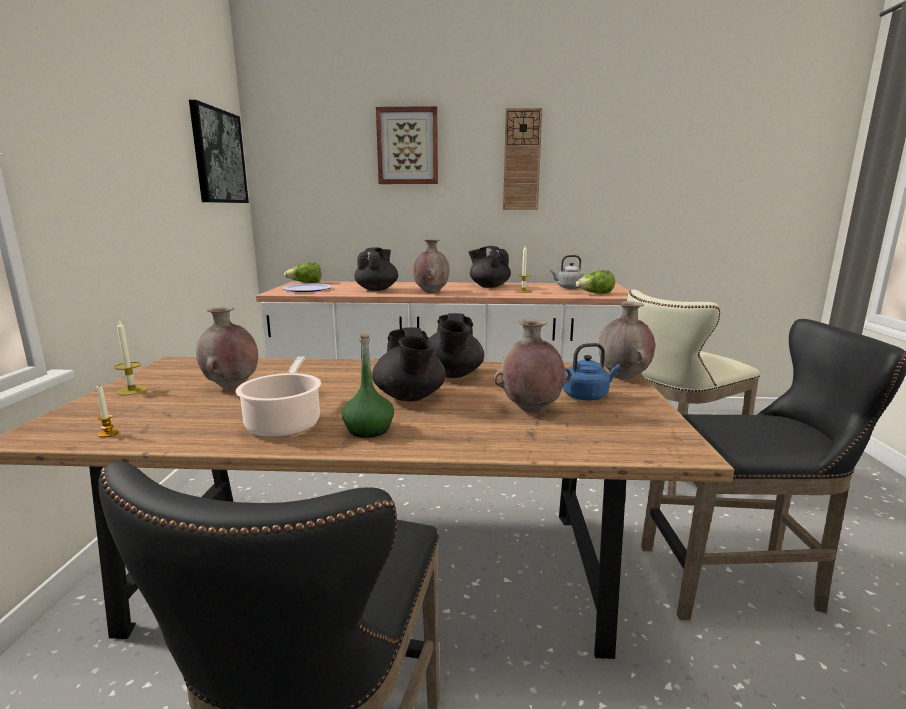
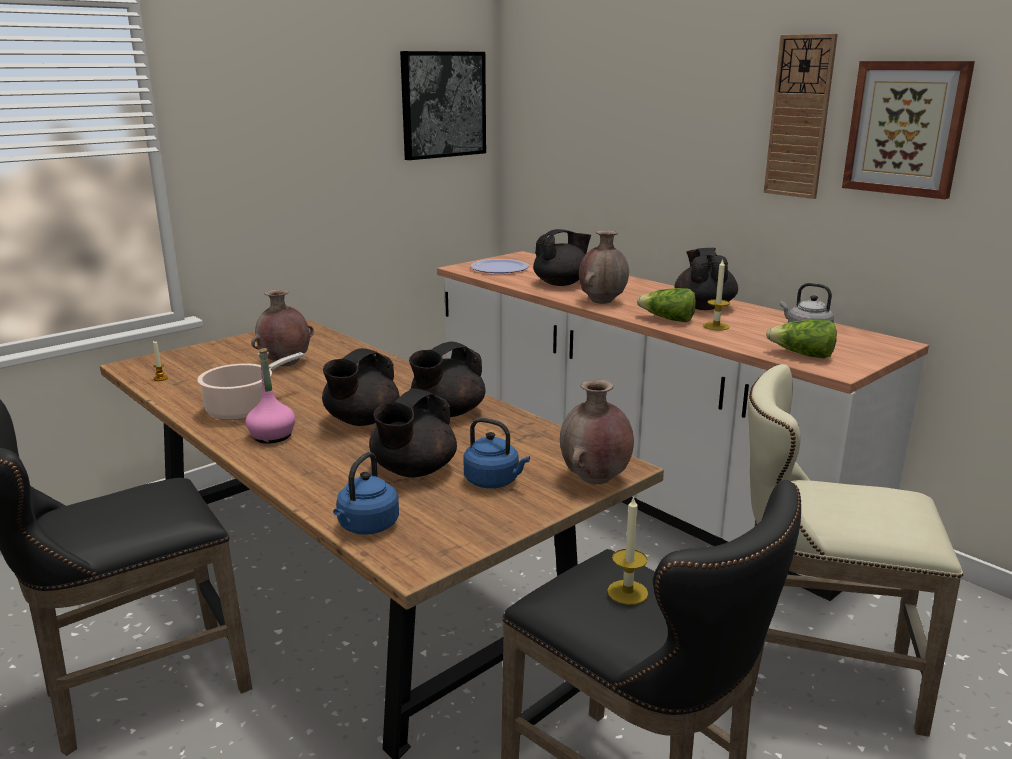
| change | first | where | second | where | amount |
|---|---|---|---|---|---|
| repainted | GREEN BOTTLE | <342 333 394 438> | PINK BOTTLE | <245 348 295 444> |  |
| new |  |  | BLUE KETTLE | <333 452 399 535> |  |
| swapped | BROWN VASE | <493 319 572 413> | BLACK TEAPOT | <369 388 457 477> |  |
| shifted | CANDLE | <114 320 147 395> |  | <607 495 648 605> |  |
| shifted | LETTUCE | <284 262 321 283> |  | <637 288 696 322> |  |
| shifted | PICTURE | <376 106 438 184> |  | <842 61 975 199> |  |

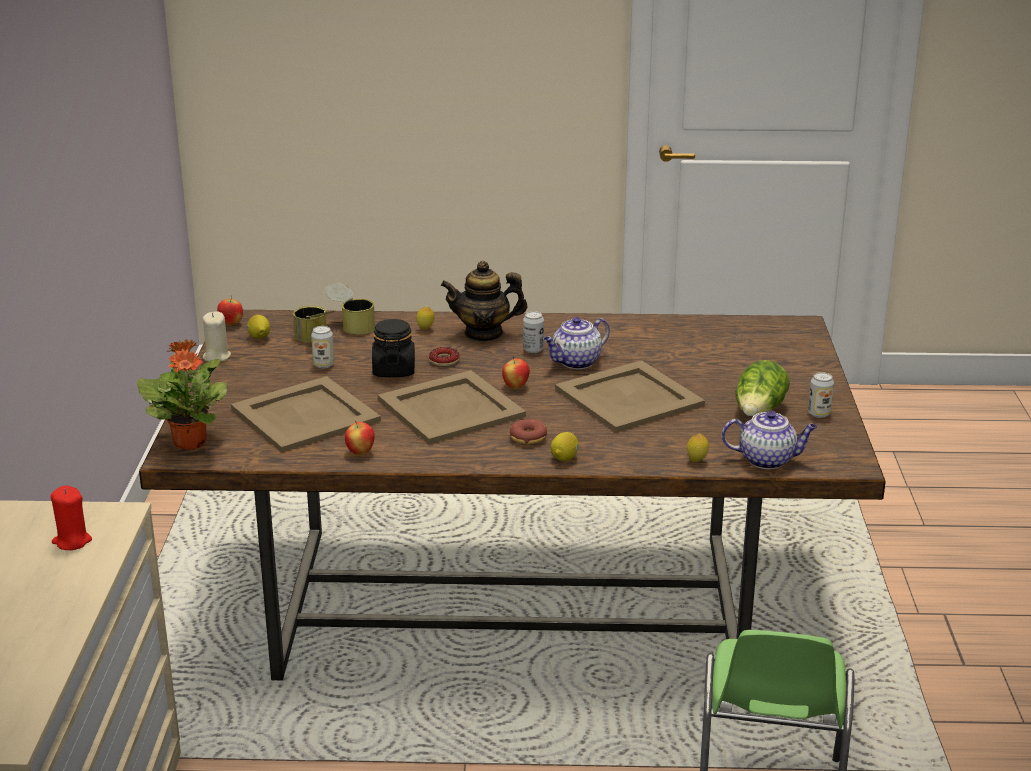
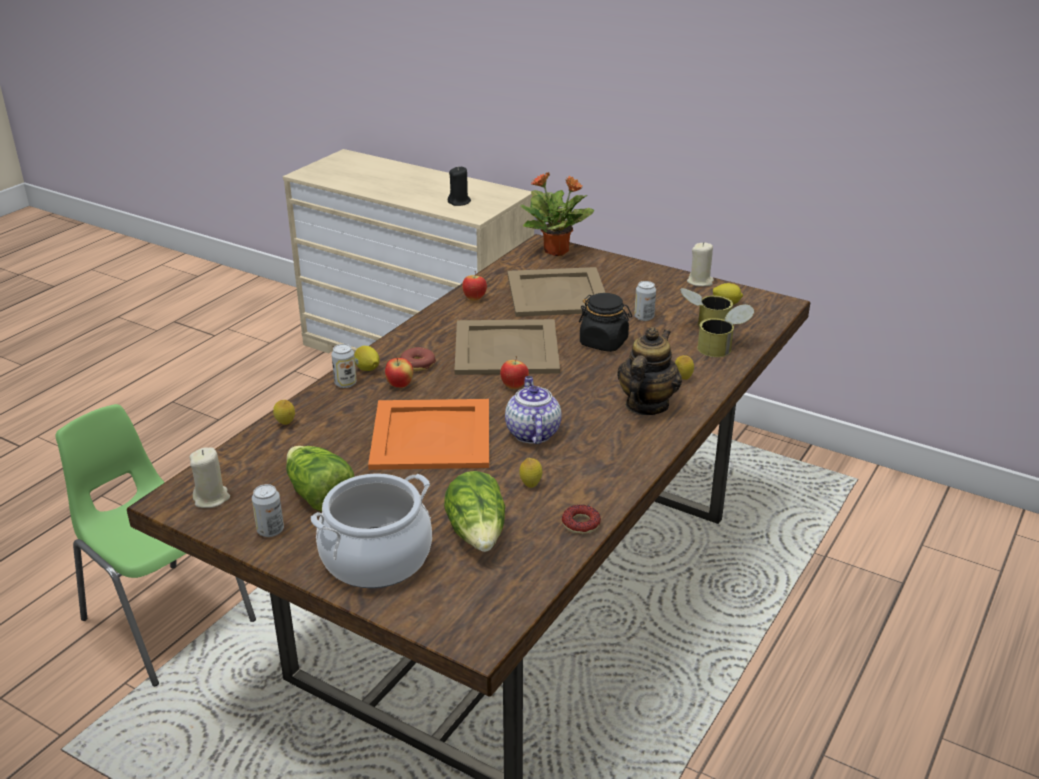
| change | first | where | second | where | amount |
|---|---|---|---|---|---|
| new |  |  | BEIGE CANDLE | <190 447 230 508> |  |
| new |  |  | COOKING POT | <311 473 432 588> |  |
| shifted | CAN | <523 311 544 353> |  | <331 344 357 388> |  |
| repainted | BEIGE TRAY | <555 360 705 432> | ORANGE TRAY | <368 399 489 470> |  |
| shifted | APPLE | <217 295 243 325> |  | <385 358 413 388> |  |
| new |  |  | LETTUCE | <444 471 505 552> |  |
| repainted | RED CANDLE | <51 486 92 550> | BLACK CANDLE | <448 166 471 206> |  |
| new |  |  | LEMON | <519 458 542 488> |  |
| shifted | DONUT | <429 347 460 366> |  | <562 505 601 534> |  |
| gone | TEAPOT | <722 411 817 469> |  |  |  |

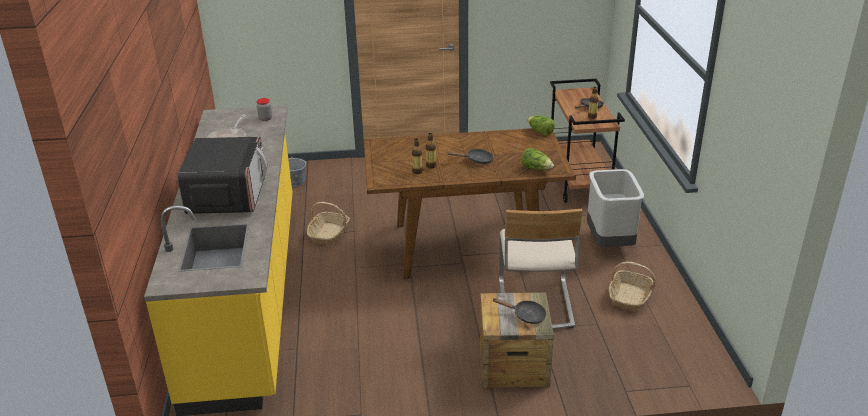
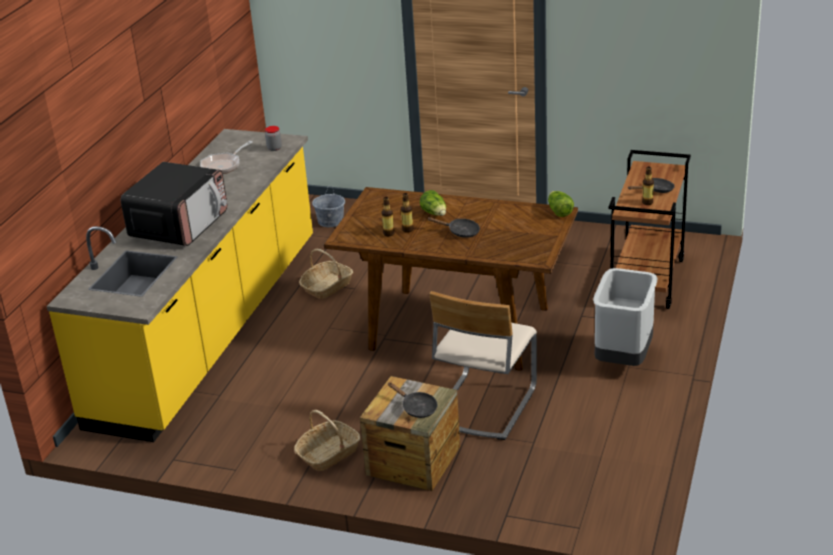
| change | first | where | second | where | amount |
|---|---|---|---|---|---|
| shifted | BASKET | <609 262 656 312> |  | <294 410 360 471> |  |
| shifted | LETTUCE | <522 148 554 170> |  | <420 190 446 216> |  |

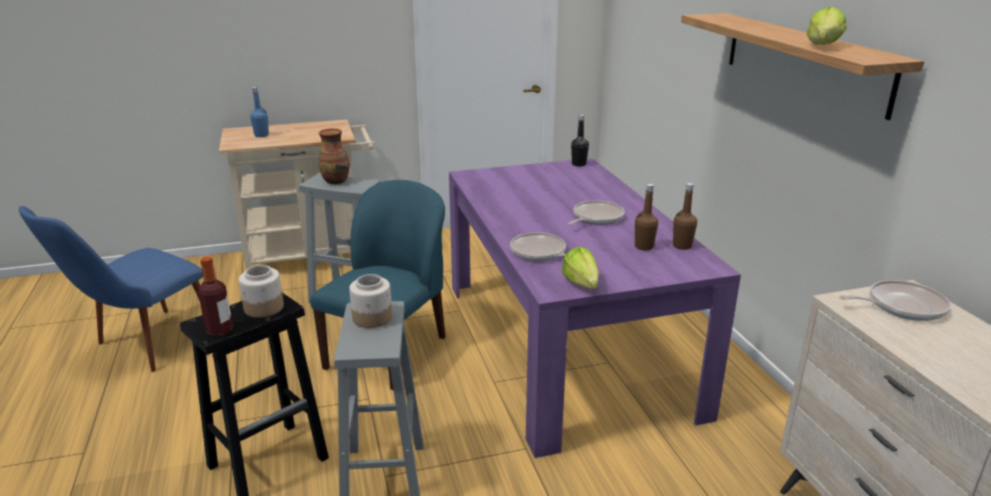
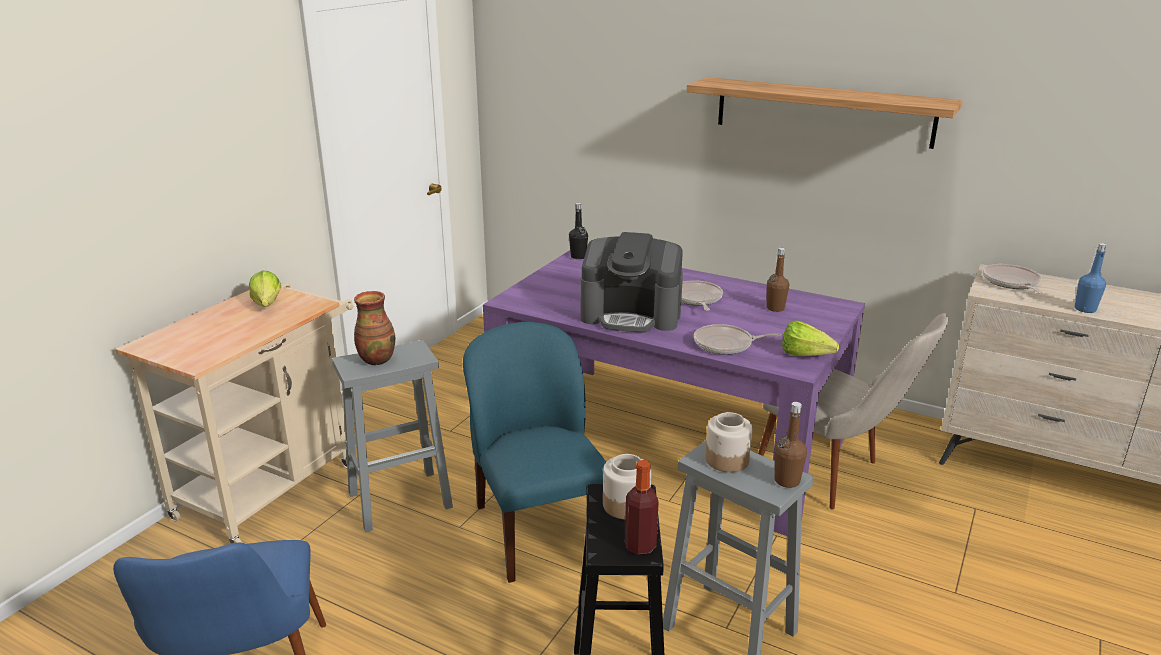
| change | first | where | second | where | amount |
|---|---|---|---|---|---|
| shifted | LETTUCE | <807 6 846 45> |  | <249 271 281 307> |  |
| new |  |  | COFFEE MACHINE | <581 232 683 333> |  |
| new |  |  | BEIGE CHAIR | <758 313 948 510> |  |
| shifted | BROWN BOTTLE | <673 183 697 250> |  | <775 402 807 488> |  |
| rotated | FRYING PAN | <839 280 951 321> |  | <982 264 1043 294> | 45 degrees counterclockwise |
| shifted | BLUE BOTTLE | <250 87 269 137> |  | <1075 243 1107 313> |  |

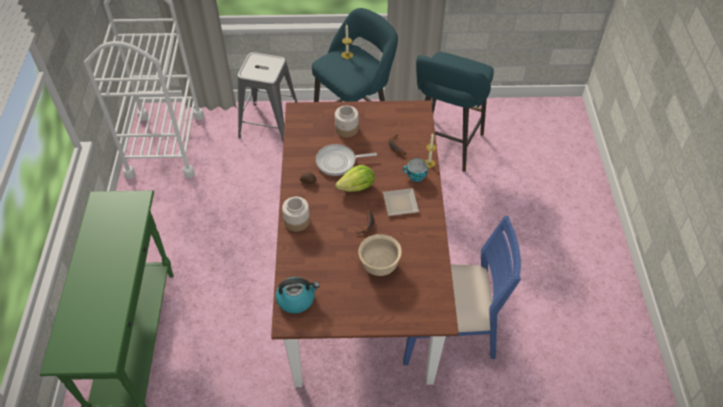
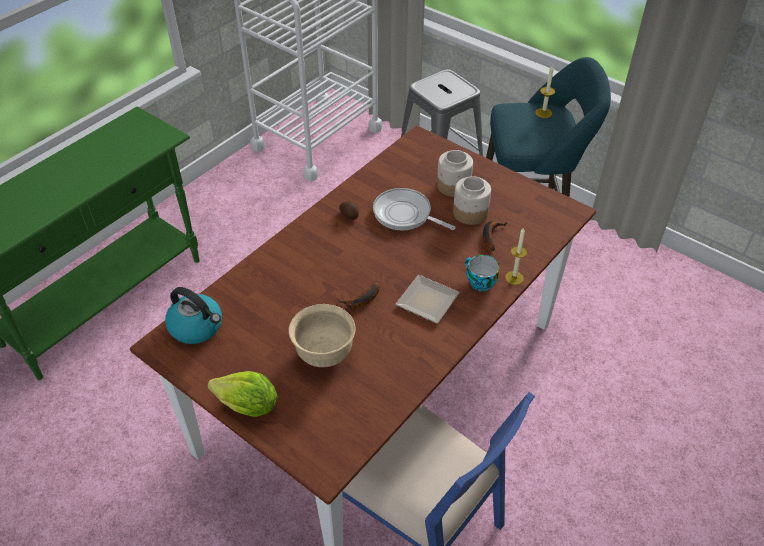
| change | first | where | second | where | amount |
|---|---|---|---|---|---|
| shifted | LETTUCE | <335 165 375 192> |  | <207 371 278 417> |  |
| shifted | JAR | <282 197 310 232> |  | <453 176 491 225> |  |
| gone | TURQUOISE STOOL | <416 52 494 172> |  |  |  |

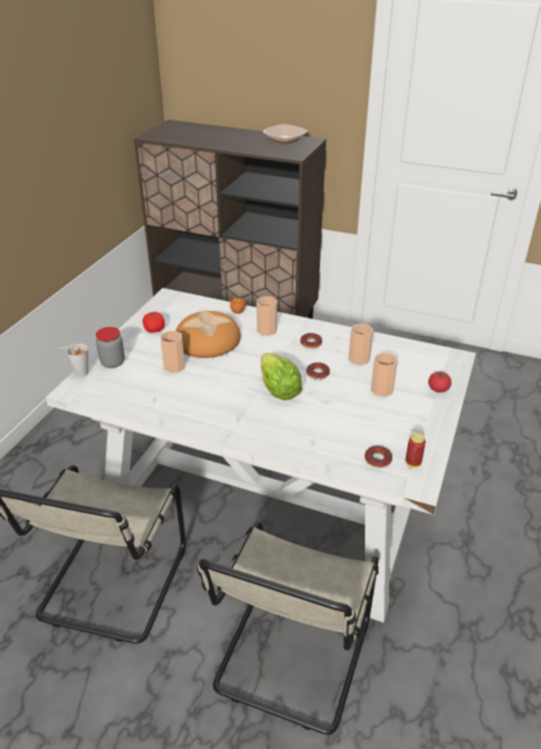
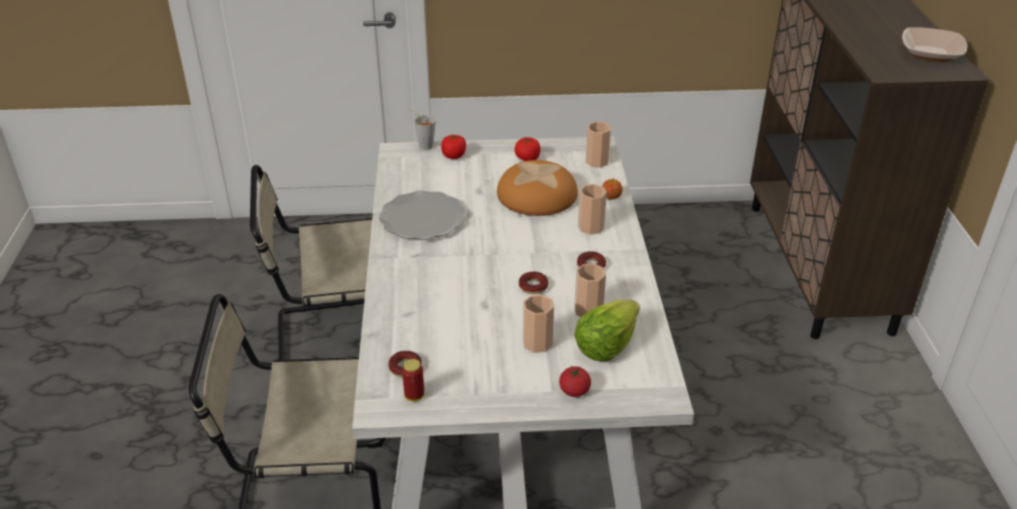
| change | first | where | second | where | amount |
|---|---|---|---|---|---|
| new |  |  | PLATE | <379 190 466 240> |  |
| swapped | JAR | <96 327 125 368> | TOMATO | <441 135 466 159> |  |
| shifted | LETTUCE | <261 353 302 400> |  | <574 300 640 361> |  |
| shifted | CUP | <160 331 185 373> |  | <586 121 611 168> |  |

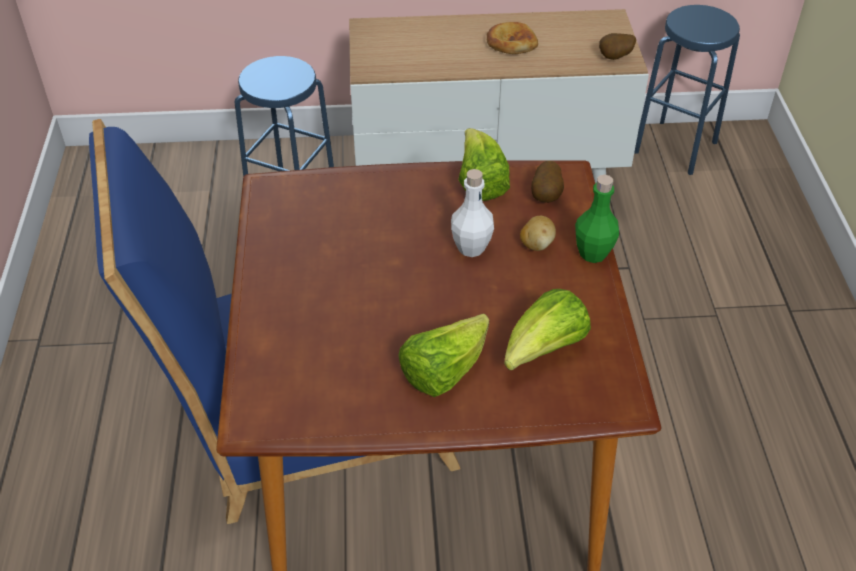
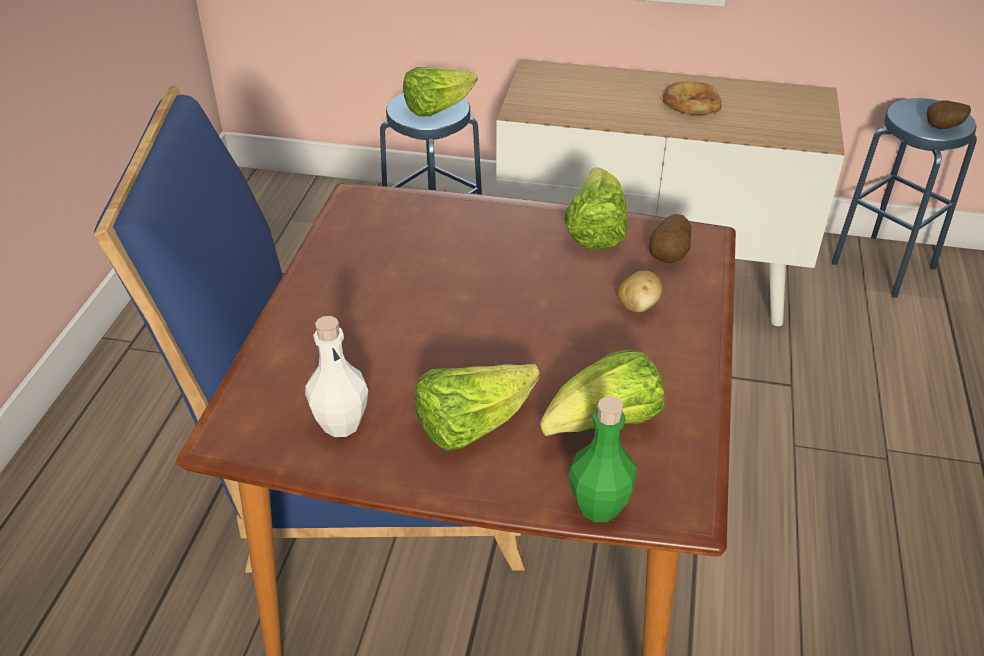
| change | first | where | second | where | amount |
|---|---|---|---|---|---|
| shifted | WHITE BOTTLE | <451 169 494 257> |  | <305 316 368 437> |  |
| new |  |  | LETTUCE | <403 67 478 117> |  |
| shifted | GREEN BOTTLE | <575 175 619 263> |  | <569 397 637 522> |  |
| shifted | POTATO | <599 33 636 60> |  | <926 100 971 129> |  |

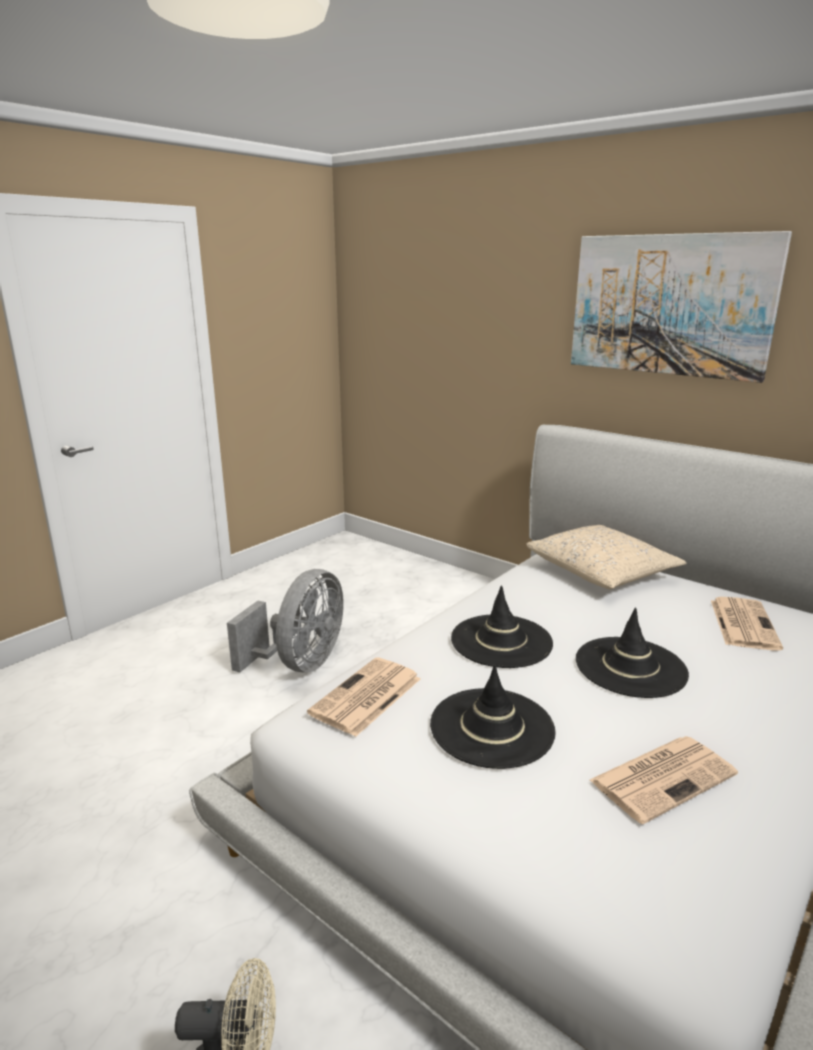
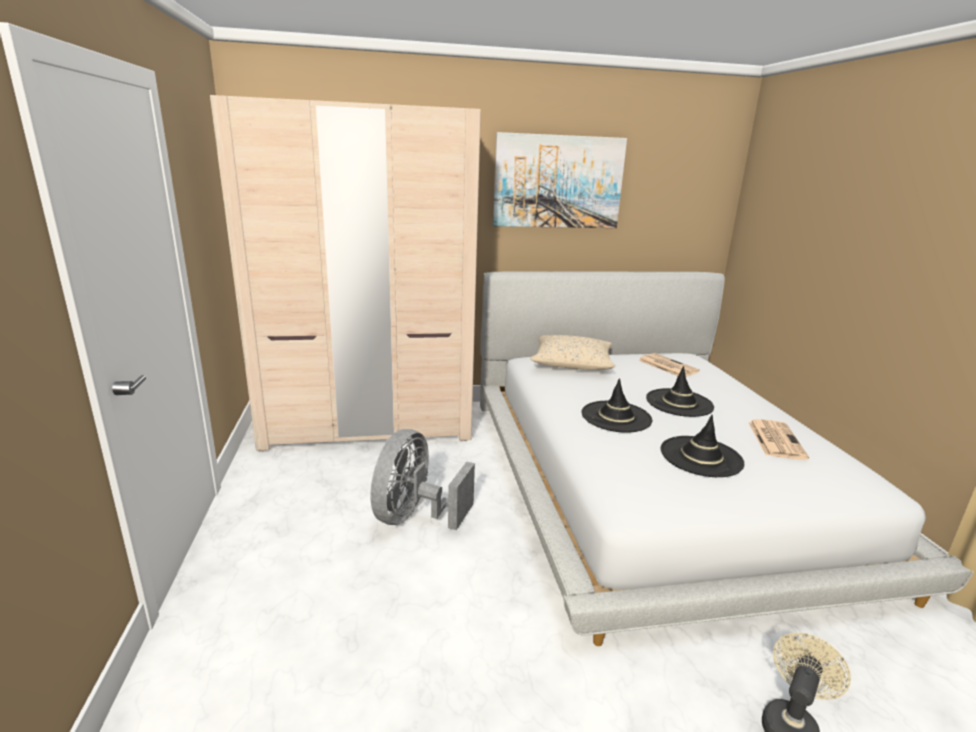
| change | first | where | second | where | amount |
|---|---|---|---|---|---|
| new |  |  | BEIGE WARDROBE | <210 95 481 451> |  |
| rotated | GREY FAN | <227 569 344 673> |  | <371 429 475 530> | 135 degrees counterclockwise |
| gone | NEWSPAPER | <307 657 421 737> |  |  |  |

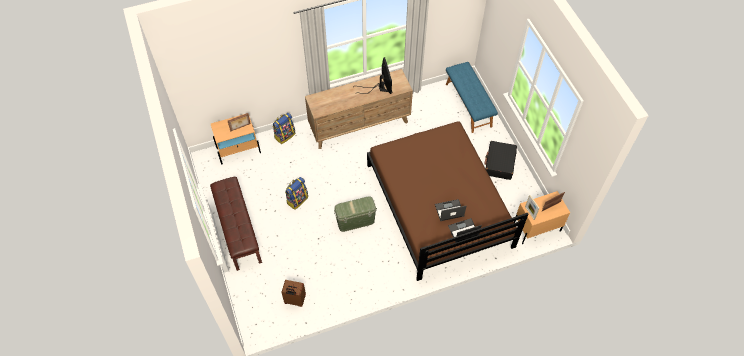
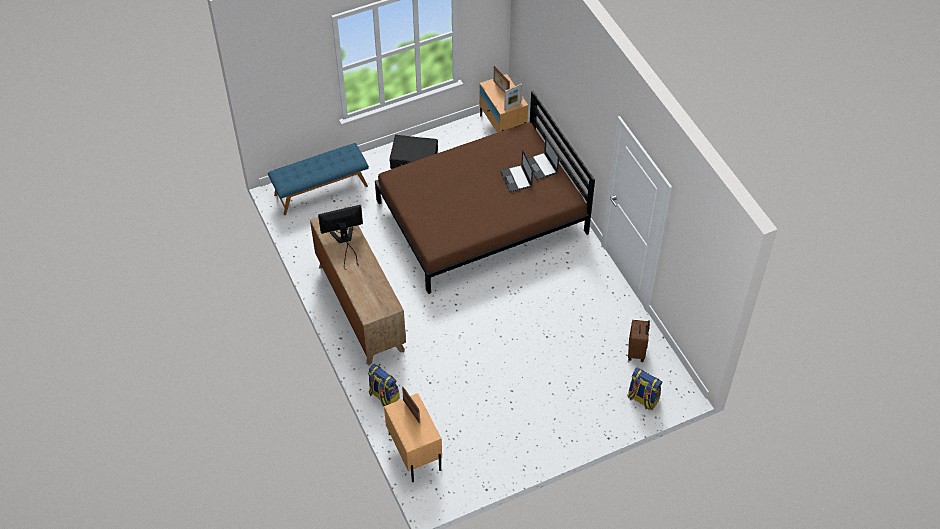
| change | first | where | second | where | amount |
|---|---|---|---|---|---|
| shifted | BACKPACK | <285 177 308 210> |  | <628 368 663 410> |  |
| gone | BROWN BENCH | <210 177 262 271> |  |  |  |
| gone | GREEN STORAGE BOX | <334 196 377 232> |  |  |  |

